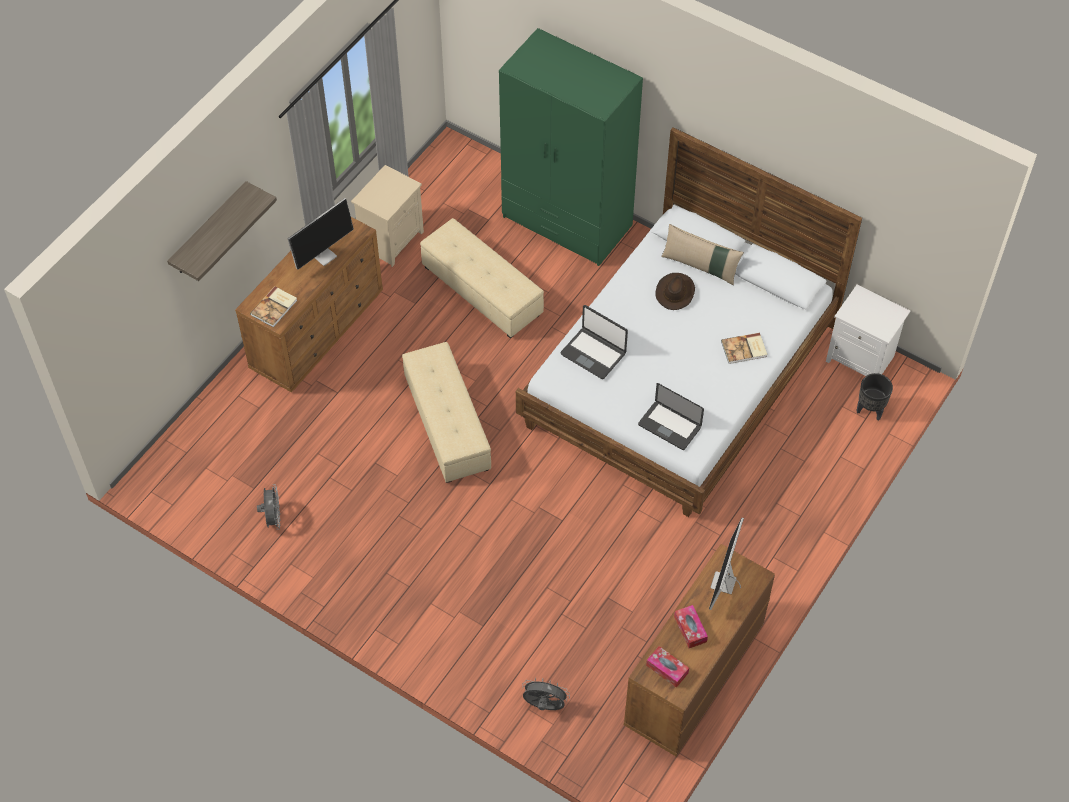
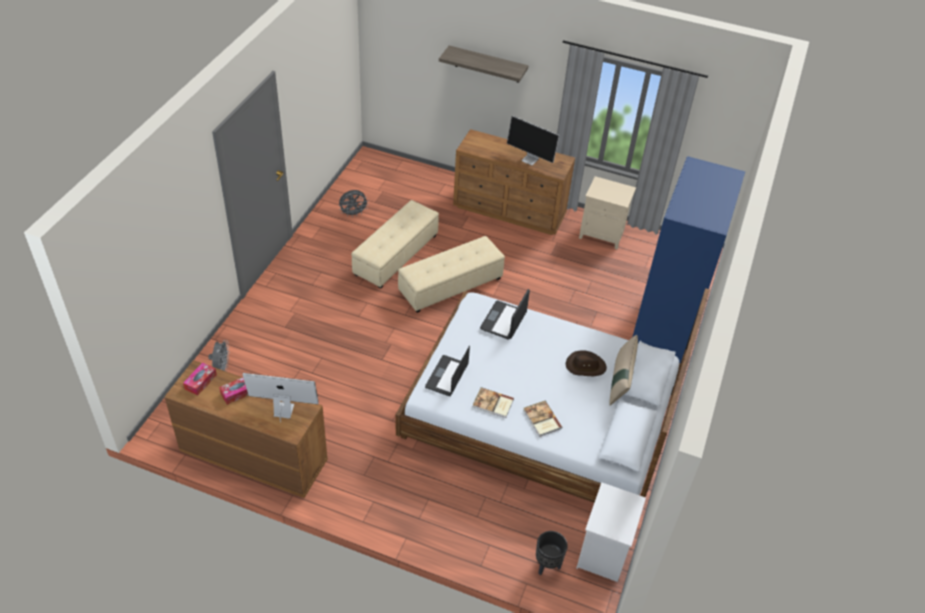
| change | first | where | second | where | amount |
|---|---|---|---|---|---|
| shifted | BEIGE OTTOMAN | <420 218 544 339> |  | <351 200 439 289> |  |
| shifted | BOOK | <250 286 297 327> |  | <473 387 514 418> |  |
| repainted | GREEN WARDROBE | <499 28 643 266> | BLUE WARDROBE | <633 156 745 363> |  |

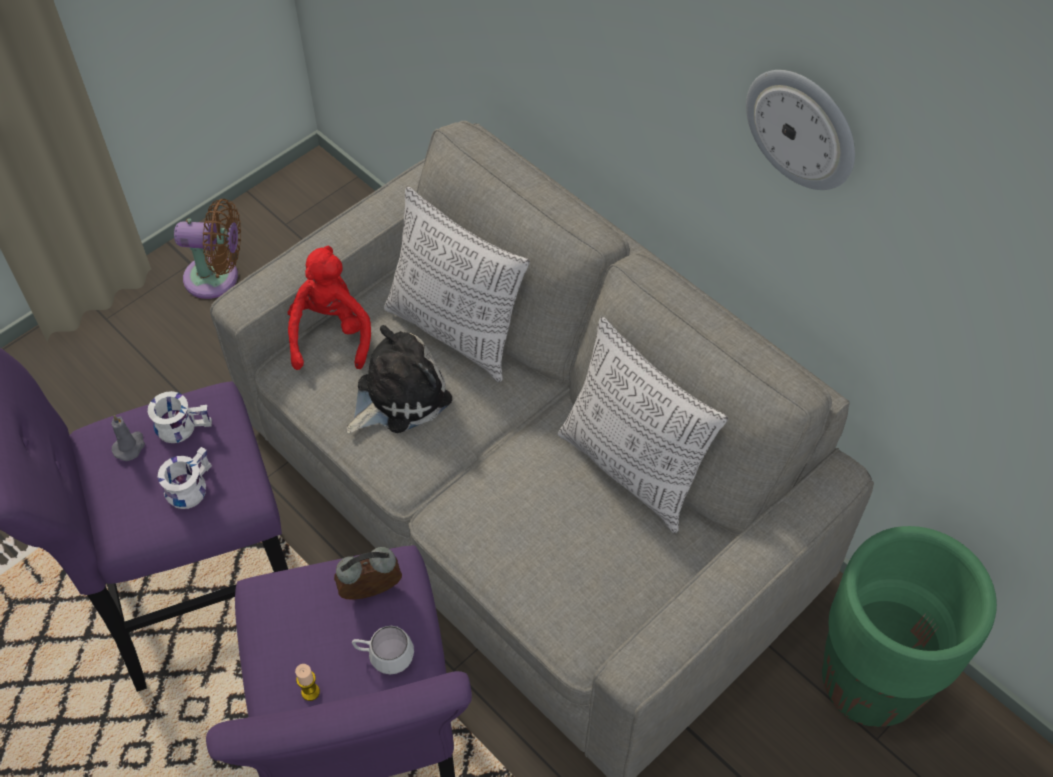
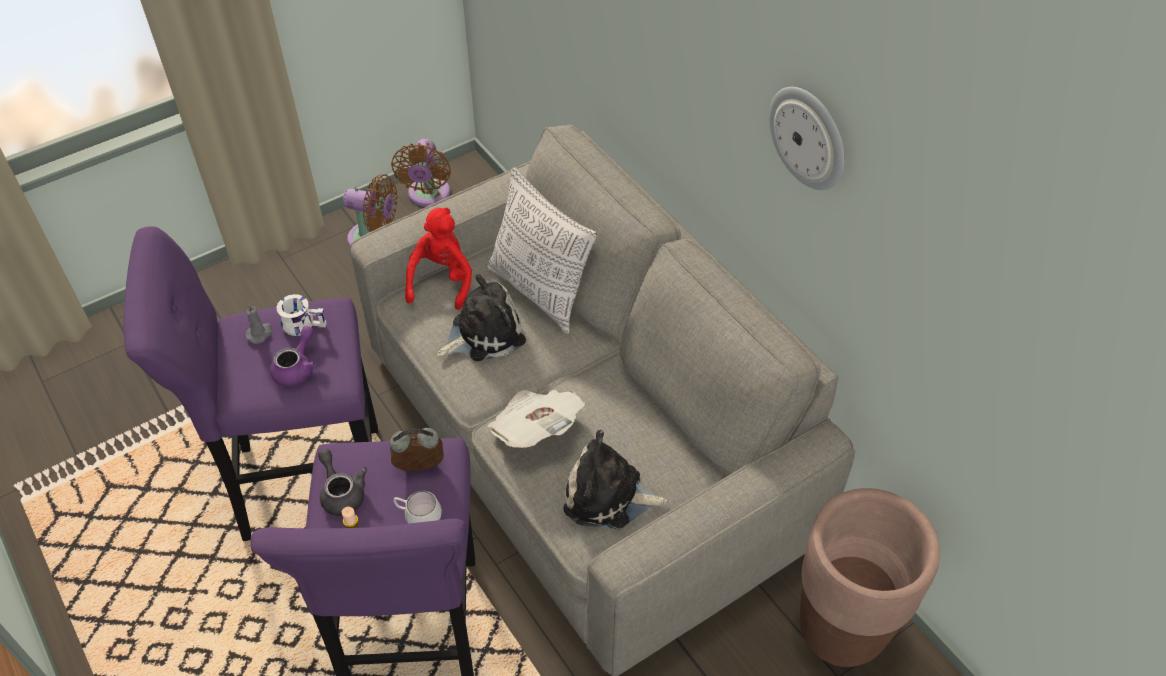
| change | first | where | second | where | amount |
|---|---|---|---|---|---|
| swapped | WHITE MUG | <158 447 212 509> | PURPLE TEAPOT | <270 326 316 387> |  |
| new |  |  | GREY TEAPOT | <318 449 367 516> |  |
| new |  |  | BROWN FAN | <391 138 451 207> |  |
| new |  |  | NEWSPAPER | <487 390 585 448> |  |
| new |  |  | PLUSH TOY | <564 430 667 529> |  |
| repainted | GREEN PLANTER | <822 526 997 727> | BROWN PLANTER | <800 488 940 667> |  |
| gone | PILLOW | <558 317 728 533> |  |  |  |

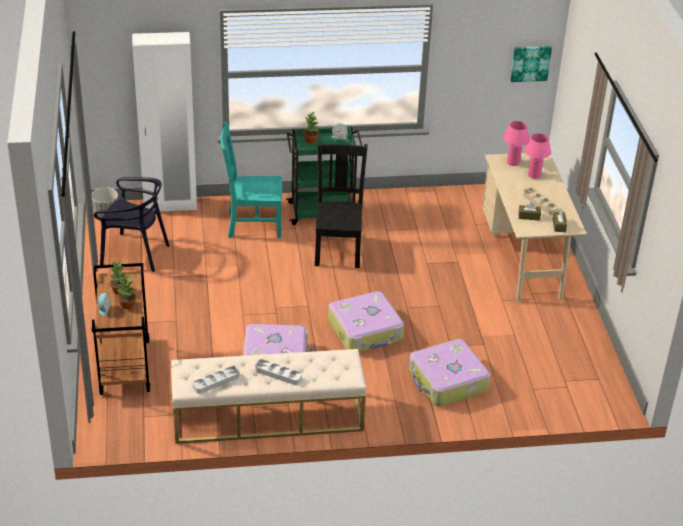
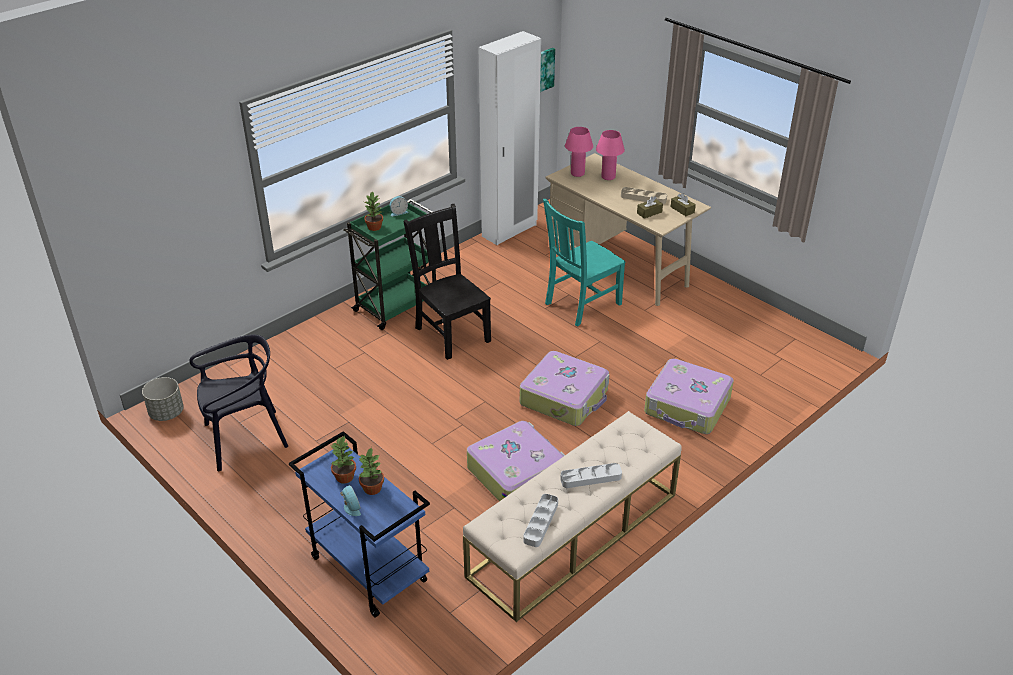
| change | first | where | second | where | amount |
|---|---|---|---|---|---|
| repainted | BROWN CART | <92 263 150 395> | BLUE CART | <289 431 430 618> |  |
| shifted | WHITE WARDROBE | <132 32 197 212> |  | <479 31 541 245> |  |
| shifted | TURQUOISE CHAIR | <221 122 282 238> |  | <543 199 625 326> |  |

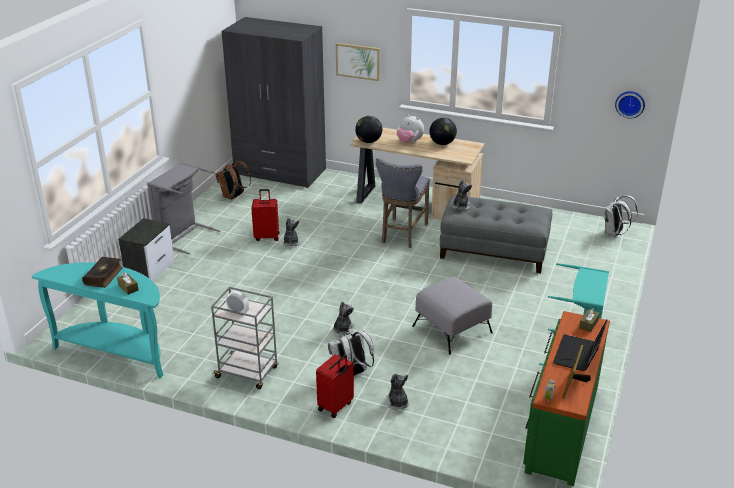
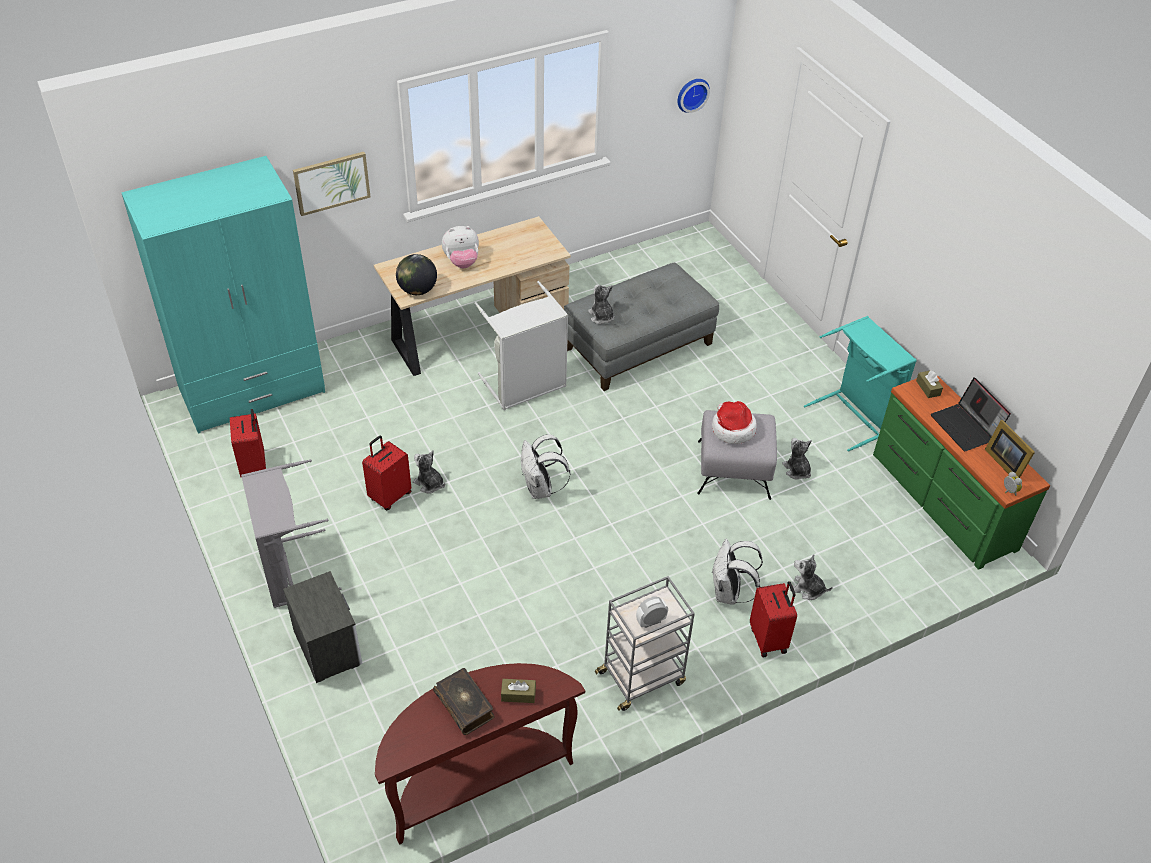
| change | first | where | second | where | amount |
|---|---|---|---|---|---|
| repainted | GREY WARDROBE | <222 17 326 188> | TURQUOISE WARDROBE | <121 156 325 434> |  |
| swapped | BROWN BACKPACK | <215 161 251 200> | RED SUITCASE | <230 409 266 477> |  |
| repainted | TURQUOISE CONSOLE TABLE | <32 262 163 378> | BROWN CONSOLE TABLE | <375 663 585 845> |  |
| swapped | GREY STOOL | <376 158 430 248> | GREY LAUNDRY BASKET | <474 281 568 410> |  |
| shifted | WHITE BACKPACK | <604 195 638 237> |  | <521 434 570 499> |  |
| new |  |  | HAT | <712 401 757 444> |  |
| shifted | PLUSH TOY | <333 301 354 335> |  | <782 438 812 480> |  |
| gone | GLOBE | <429 118 457 145> |  |  |  |

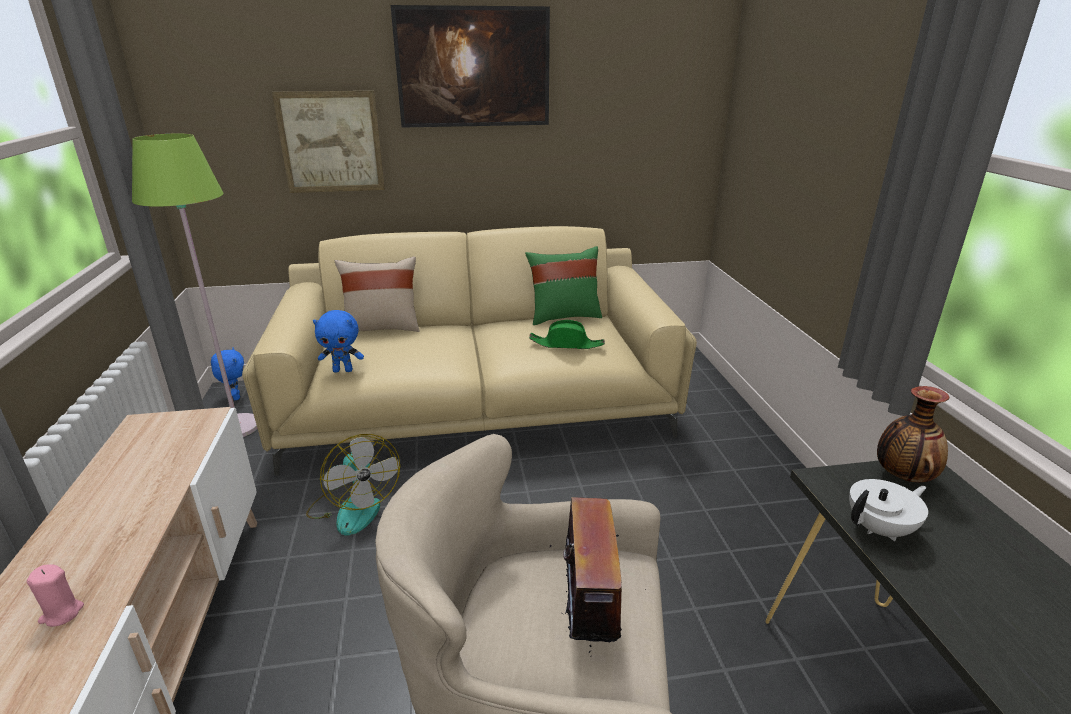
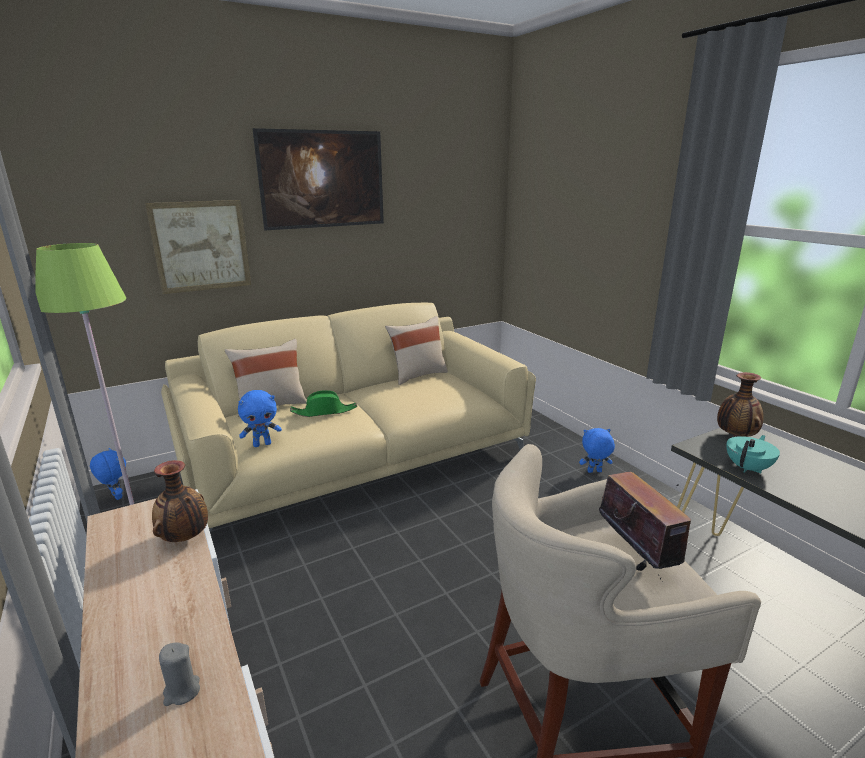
| change | first | where | second | where | amount |
|---|---|---|---|---|---|
| new |  |  | VASE | <152 460 208 542> |  |
| repainted | PINK CANDLE | <27 564 84 627> | GREY CANDLE | <159 642 200 706> |  |
| shifted | GREEN HAT | <529 320 605 349> |  | <290 390 357 417> |  |
| repainted | GREEN PILLOW | <525 246 602 325> | BEIGE PILLOW | <385 316 448 385> |  |
| new |  |  | BLUE PLUSH TOY | <579 428 615 473> |  |
| repainted | WHITE TEAPOT | <849 479 928 541> | TURQUOISE TEAPOT | <726 435 780 473> |  |
| gone | FAN | <306 434 400 536> |  |  |  |

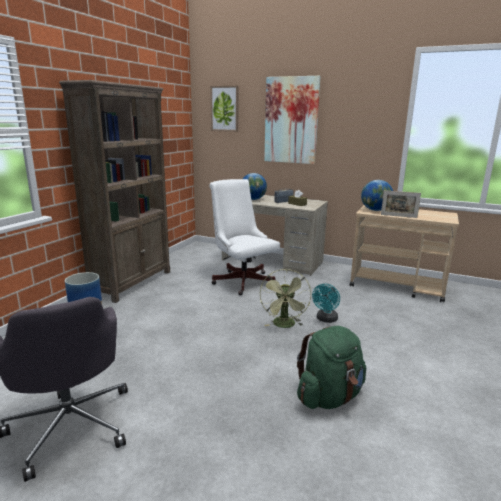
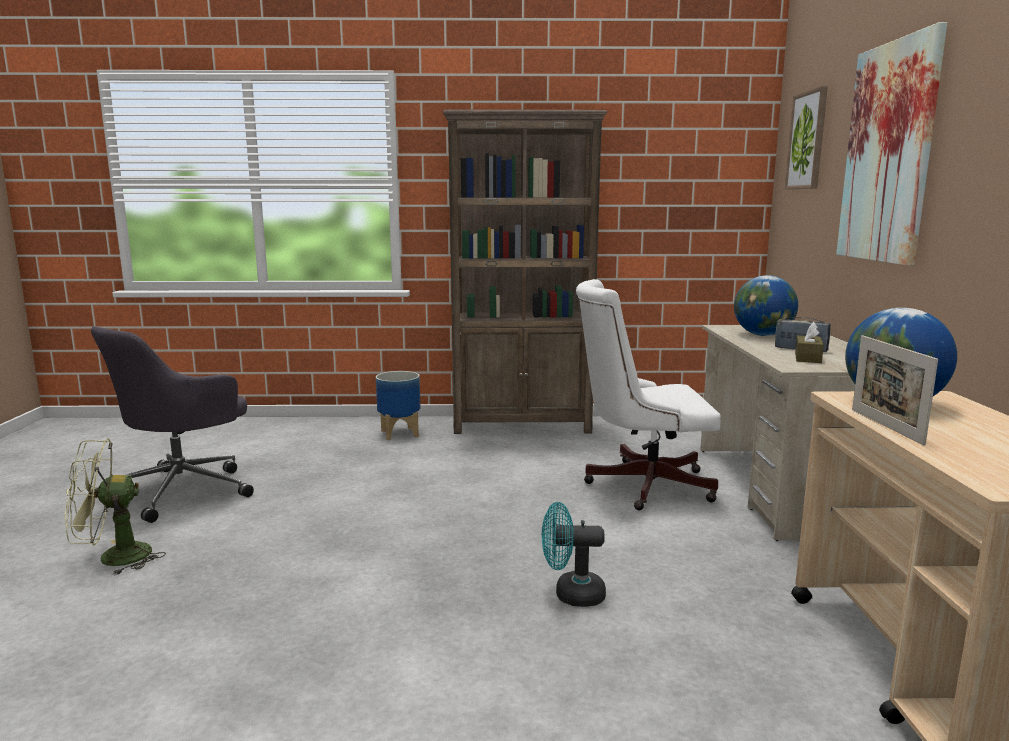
| change | first | where | second | where | amount |
|---|---|---|---|---|---|
| shifted | GREEN FAN | <260 269 311 328> |  | <64 438 166 576> |  |
| rotated | WHITE OFFICE CHAIR | <209 179 280 295> |  | <576 279 721 510> | 120 degrees counterclockwise |
| gone | GREEN BACKPACK | <297 326 366 409> |  |  |  |

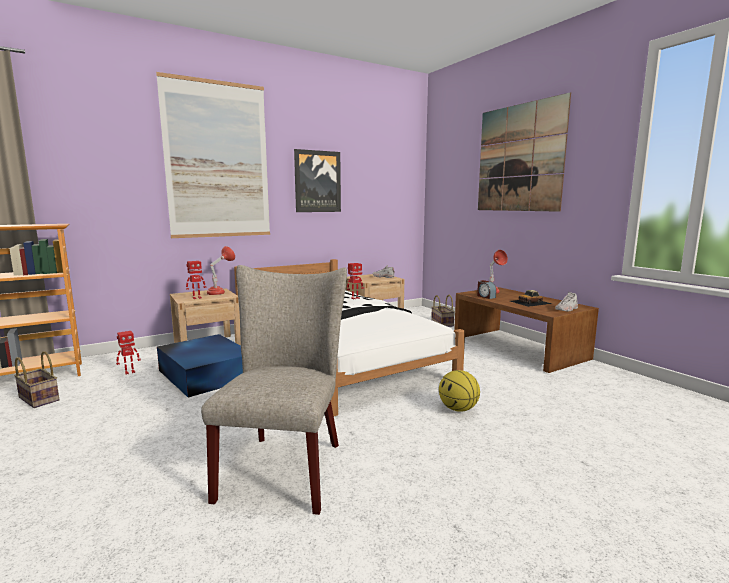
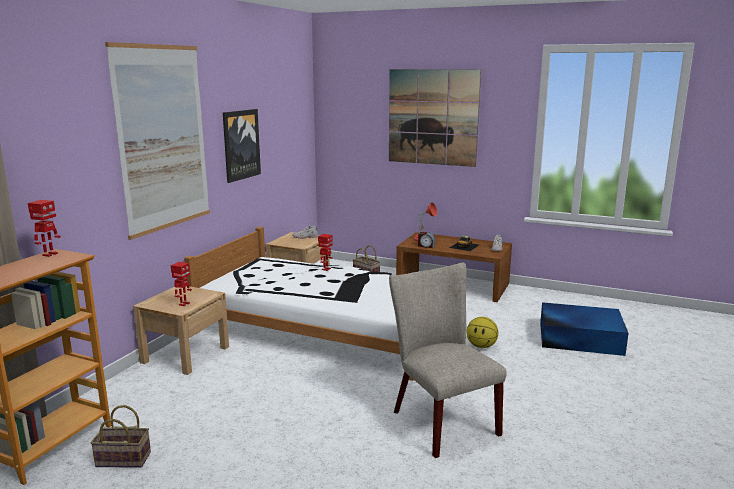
| change | first | where | second | where | amount |
|---|---|---|---|---|---|
| shifted | TOY ROBOT | <116 331 141 375> |  | <28 200 61 257> |  |
| shifted | BLUE STORAGE BOX | <157 334 243 397> |  | <540 302 629 356> |  |
| gone | RED TABLE LAMP | <207 246 235 295> |  |  |  |

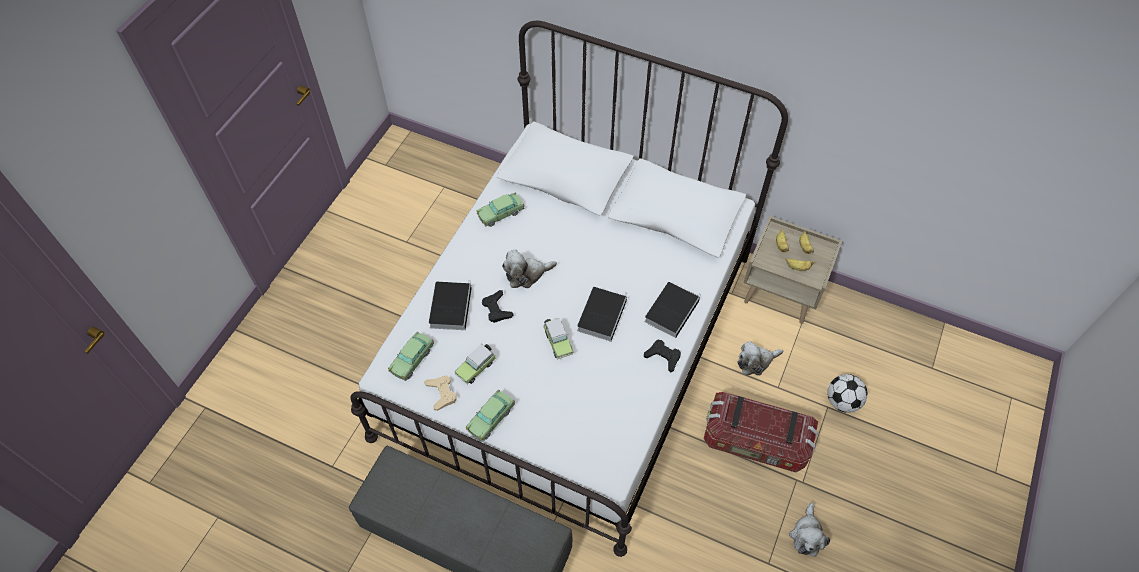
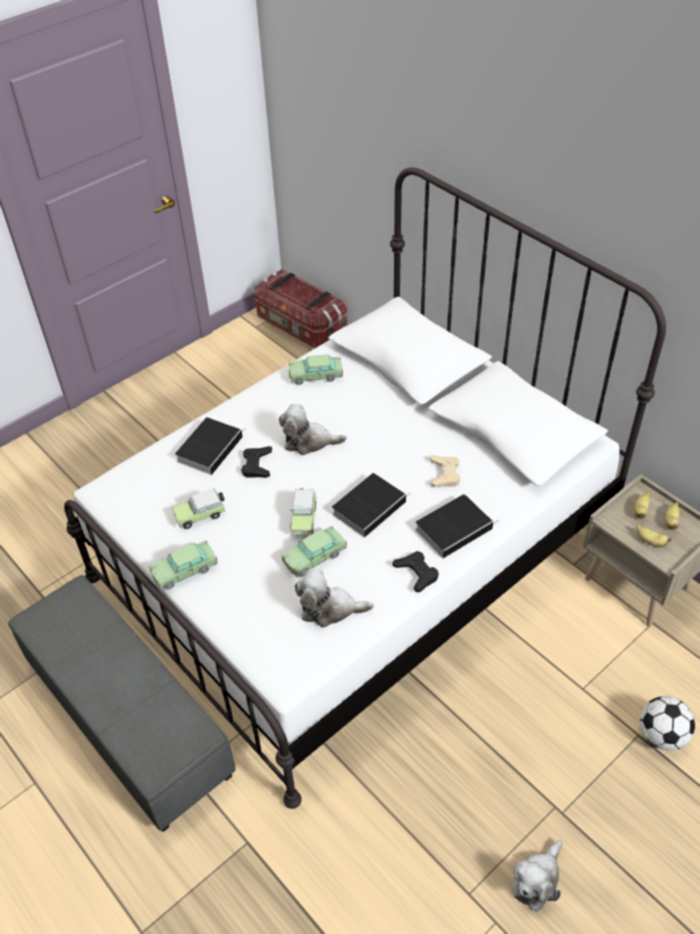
| change | first | where | second | where | amount |
|---|---|---|---|---|---|
| shifted | STORAGE BOX | <704 392 818 472> |  | <255 269 347 348> |  |
| shifted | TOY CAR | <388 331 434 381> |  | <281 526 347 577> |  |
| shifted | PLUSH TOY | <737 341 783 375> |  | <295 569 374 627> |  |
| shifted | BEIGE GAME CONTROLLER | <424 375 457 411> |  | <430 455 461 487> |  |

